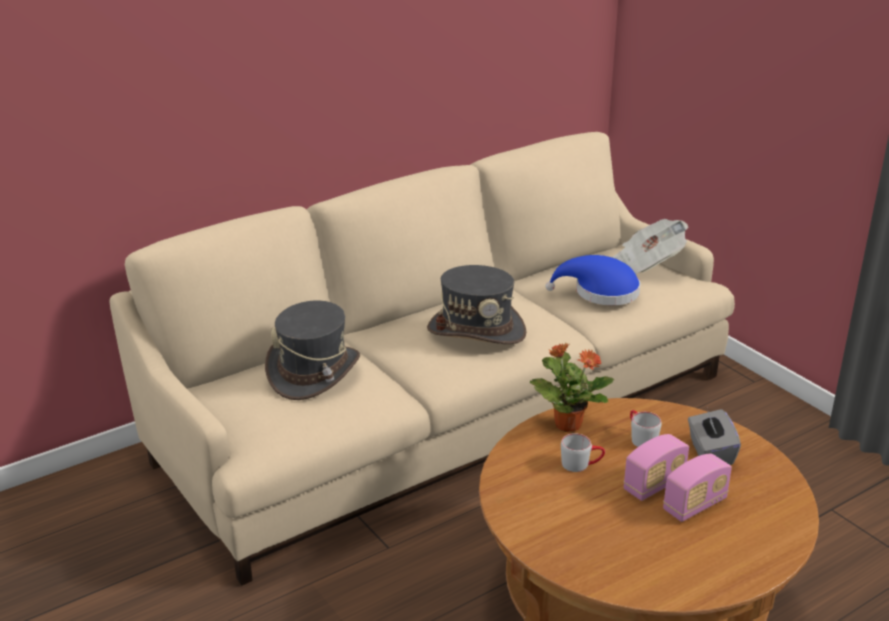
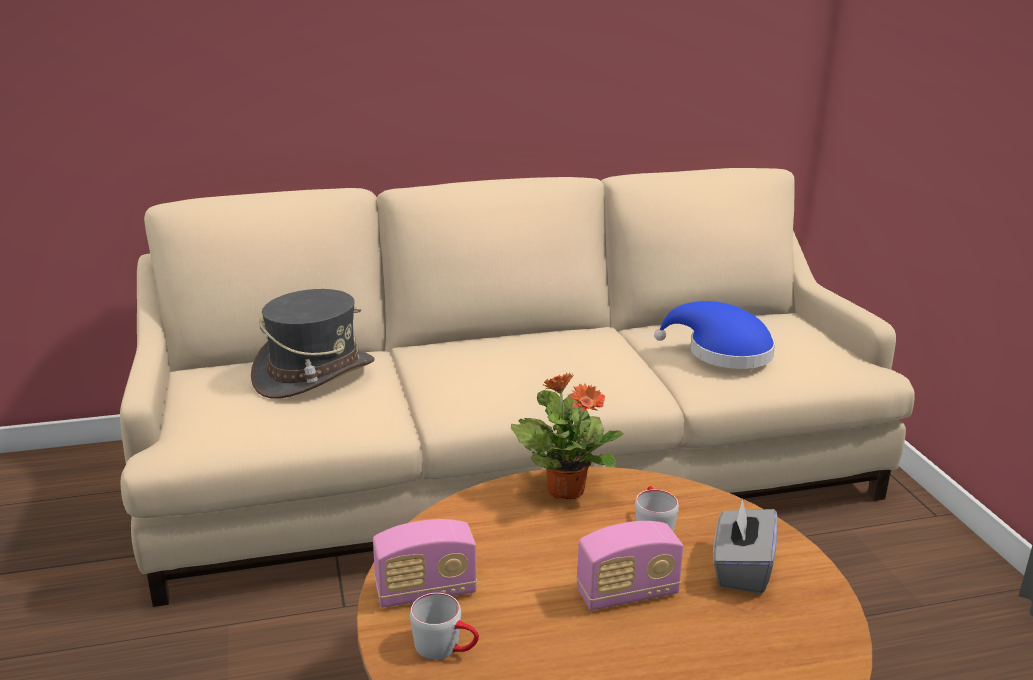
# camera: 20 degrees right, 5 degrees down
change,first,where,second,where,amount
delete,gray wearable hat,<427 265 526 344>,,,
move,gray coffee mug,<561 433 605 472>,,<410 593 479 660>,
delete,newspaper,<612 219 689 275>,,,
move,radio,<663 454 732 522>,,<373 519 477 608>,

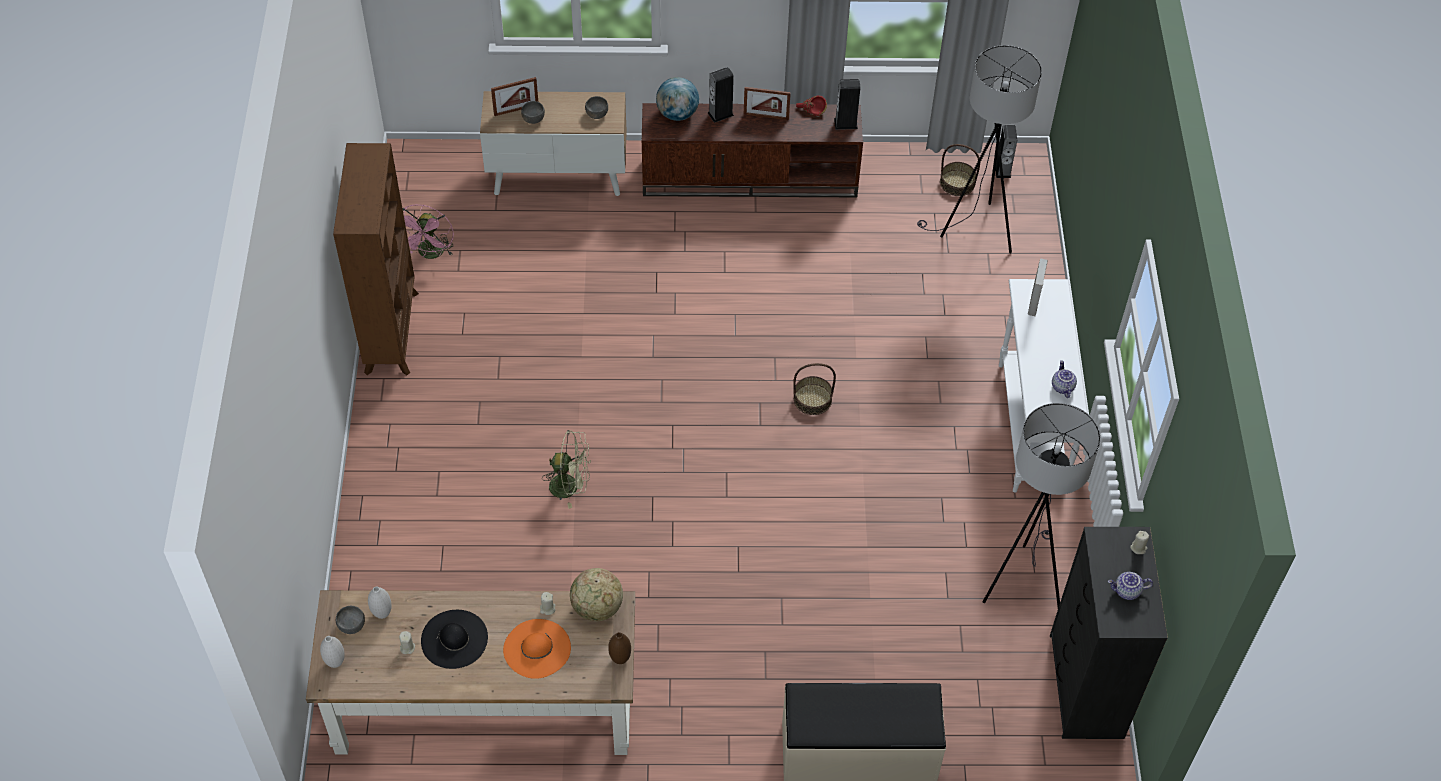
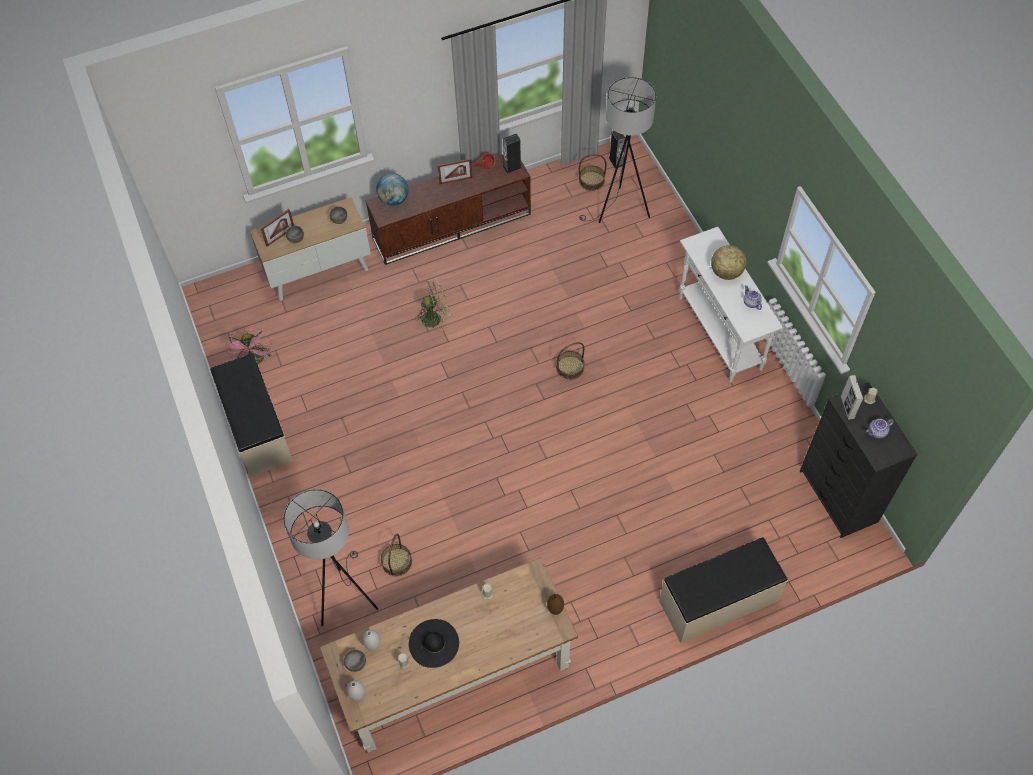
# camera: 20 degrees left, 5 degrees up
change,first,where,second,where,amount
replace,brown bookshelf,<333 143 419 375>,sand-coloured long seat,<210 353 293 477>,
delete,orange wearable hat,<503 619 571 679>,,,
move,greenish electric fan,<542 430 591 509>,,<416 278 450 331>,
move,world globe,<570 568 623 621>,,<711 245 746 280>,
delete,loudspeaker,<708 67 734 123>,,,
move,gray floor lamp,<983 403 1101 608>,,<283 489 378 626>,
move,standing frame,<1028 259 1048 316>,,<841 375 863 420>,
insert,,,household basket,<381 534 412 576>,

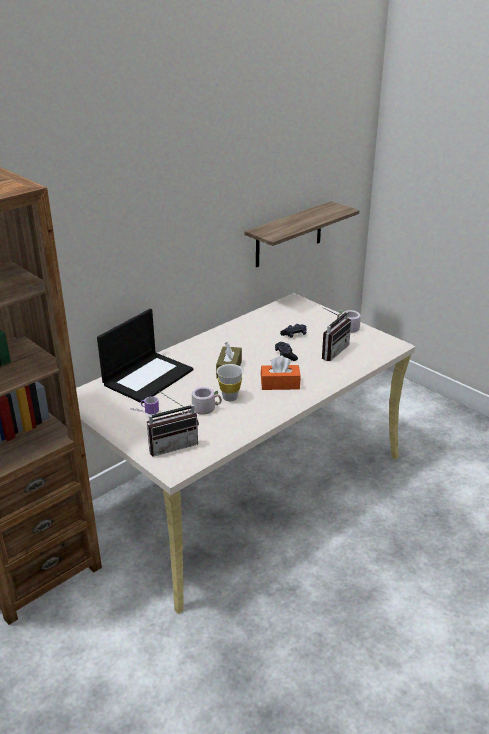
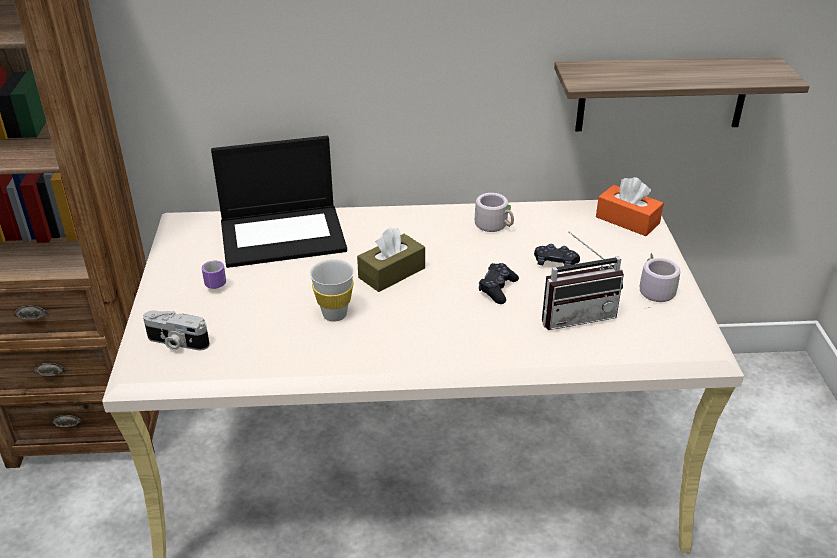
# camera: 40 degrees right, 5 degrees up
change,first,where,second,where,amount
replace,radio,<147 391 199 456>,still camera,<143 310 210 350>,
move,gray coffee mug,<191 387 222 415>,,<475 193 514 232>,
move,orange tissue box,<261 356 301 390>,,<596 177 664 236>,

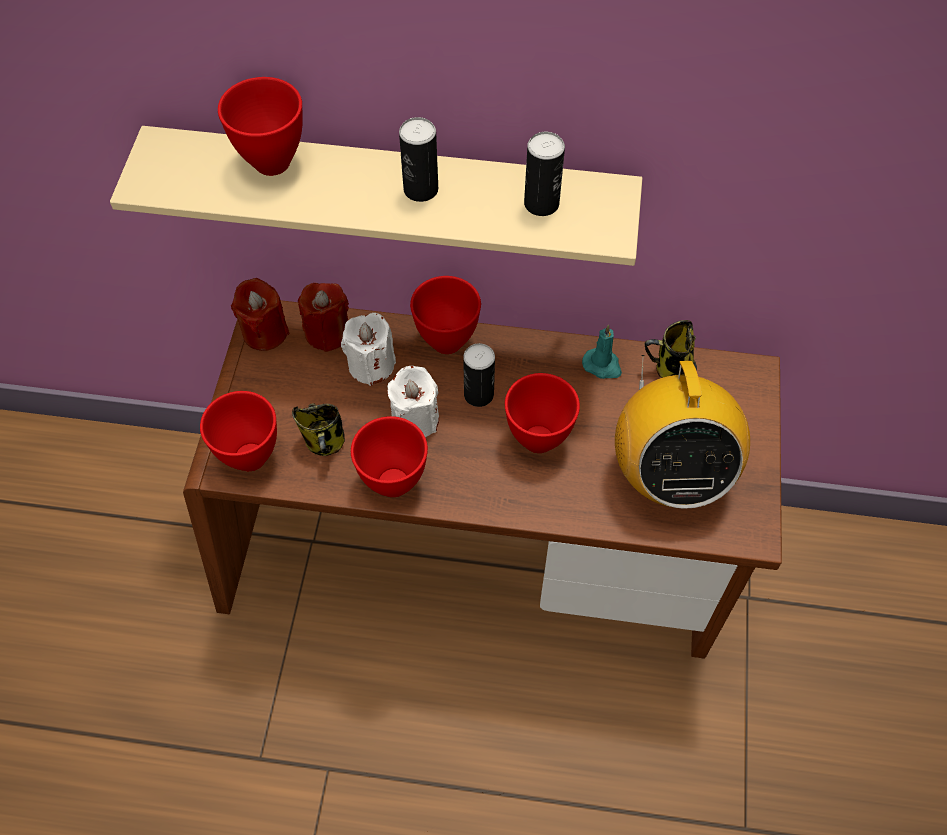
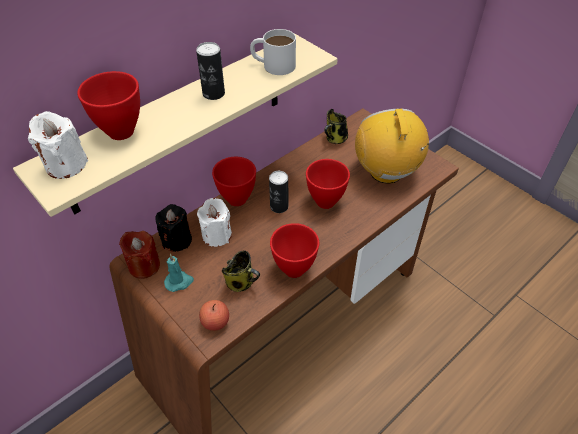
# camera: 50 degrees left, 10 degrees down
change,first,where,second,where,amount
replace,red-coloured deep dish,<200 391 277 471>,apple fruit,<199 300 229 331>,
recolor,red-coloured wax candle,<298 283 349 352>,black wax candle,<155 204 192 252>,
move,white wax candle,<387 366 439 437>,,<28 111 88 179>,
replace,sealed can,<524 132 565 216>,white coffee mug,<250 29 296 75>,
move,blue-green wax candle,<582 325 622 379>,,<164 254 194 292>,
rotate,radio,<615 355 750 509>,,<355 108 429 184>,135 degrees counterclockwise

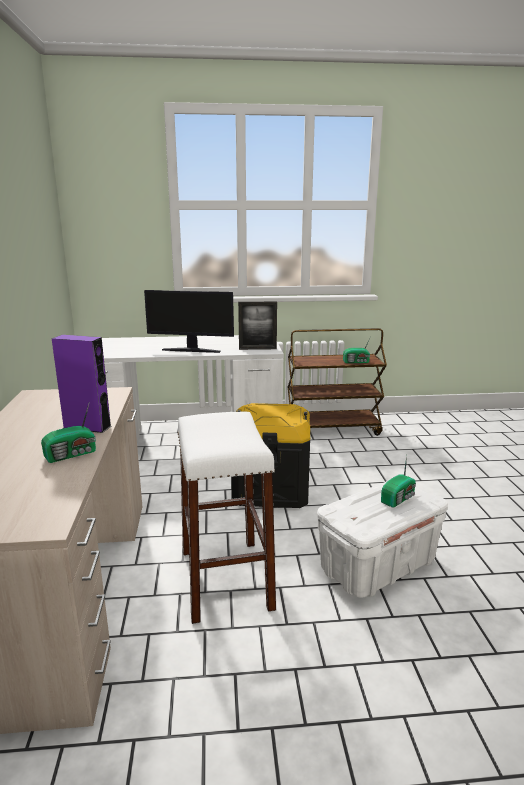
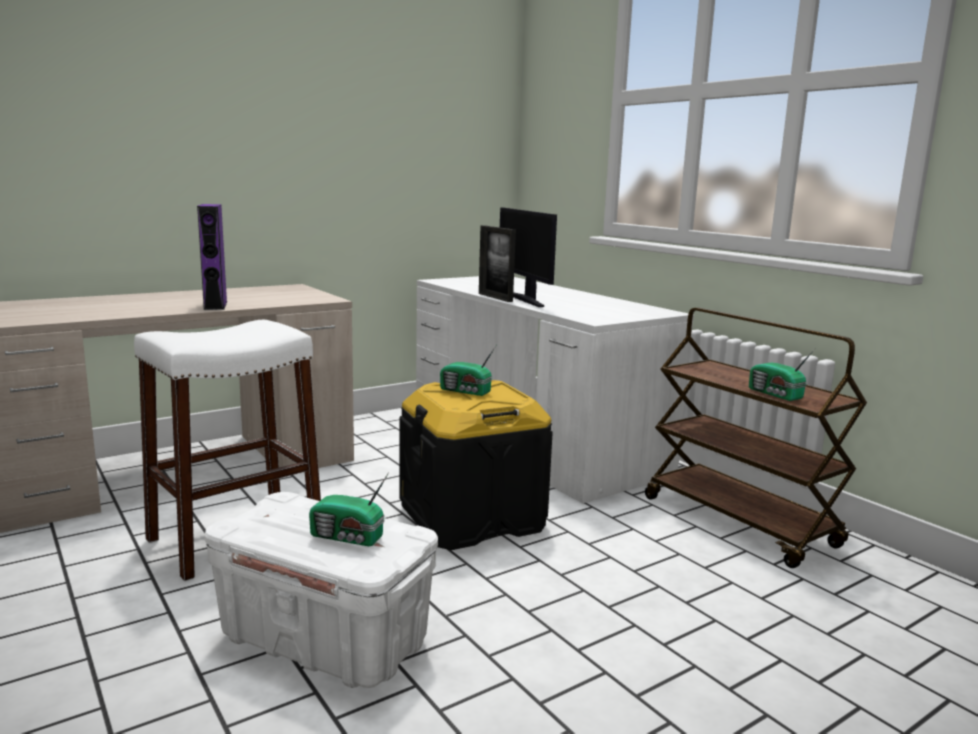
# camera: 60 degrees right, 5 degrees down
change,first,where,second,where,amount
move,radio,<41 402 96 463>,,<440 344 497 396>,
move,standing frame,<238 302 277 350>,,<479 225 516 302>,

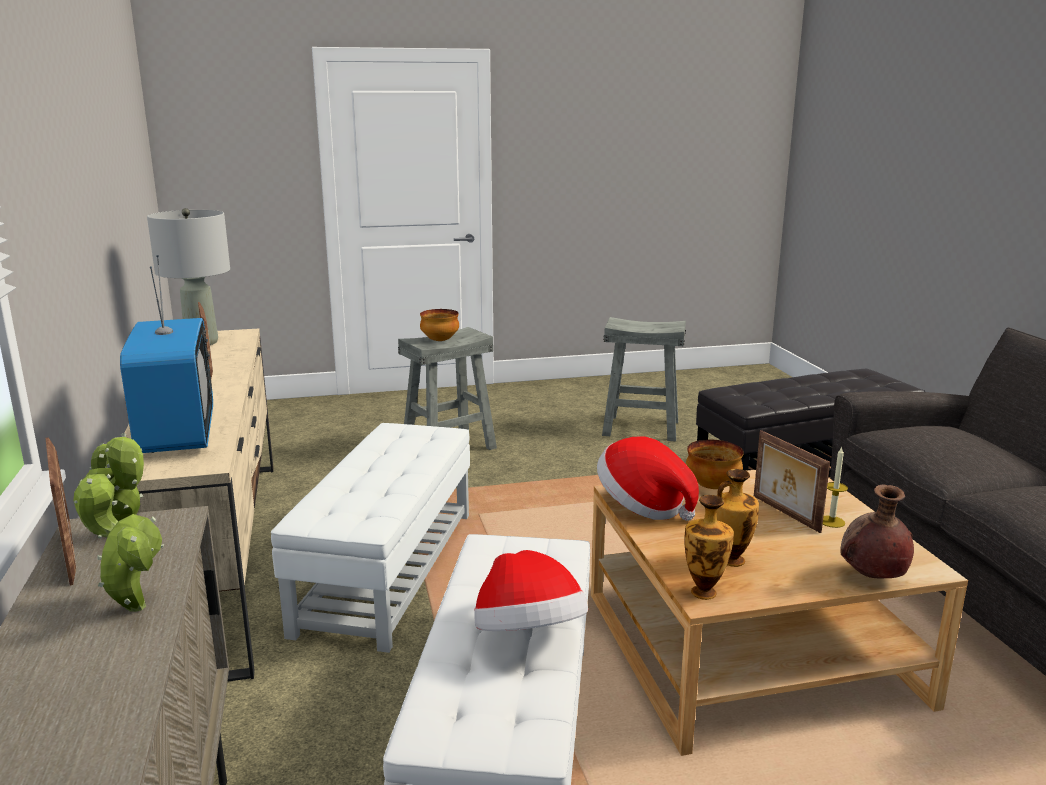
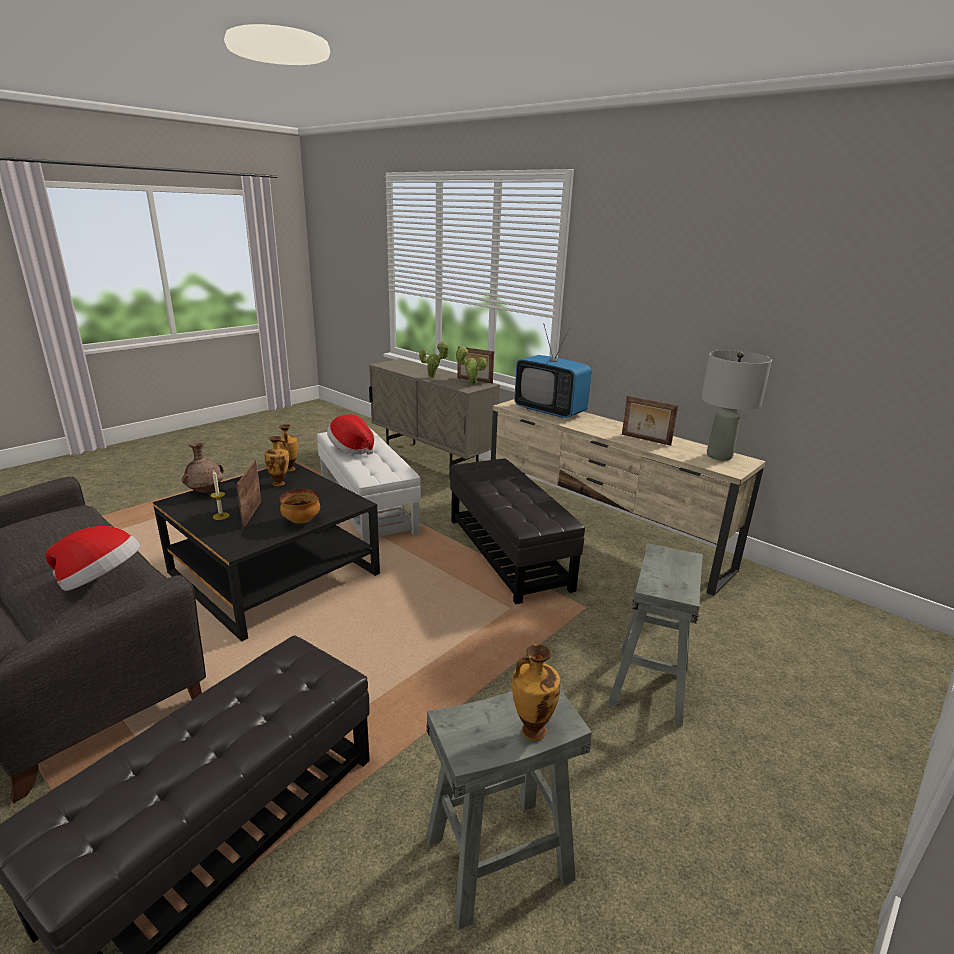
# camera: 145 degrees right, 5 degrees up
change,first,where,second,where,amount
recolor,white ottoman,<271 423 470 653>,black ottoman,<450 458 585 604>,
delete,deep dish,<420 309 459 341>,,,
recolor,sand-coloured lounge table,<591 470 968 756>,black lounge table,<153 463 380 642>,
move,wearable hat,<597 436 699 521>,,<45 526 140 591>,
rotate,standing frame,<754 430 830 533>,,<236 460 261 528>,120 degrees counterclockwise
insert,,,vase,<512 644 560 741>,

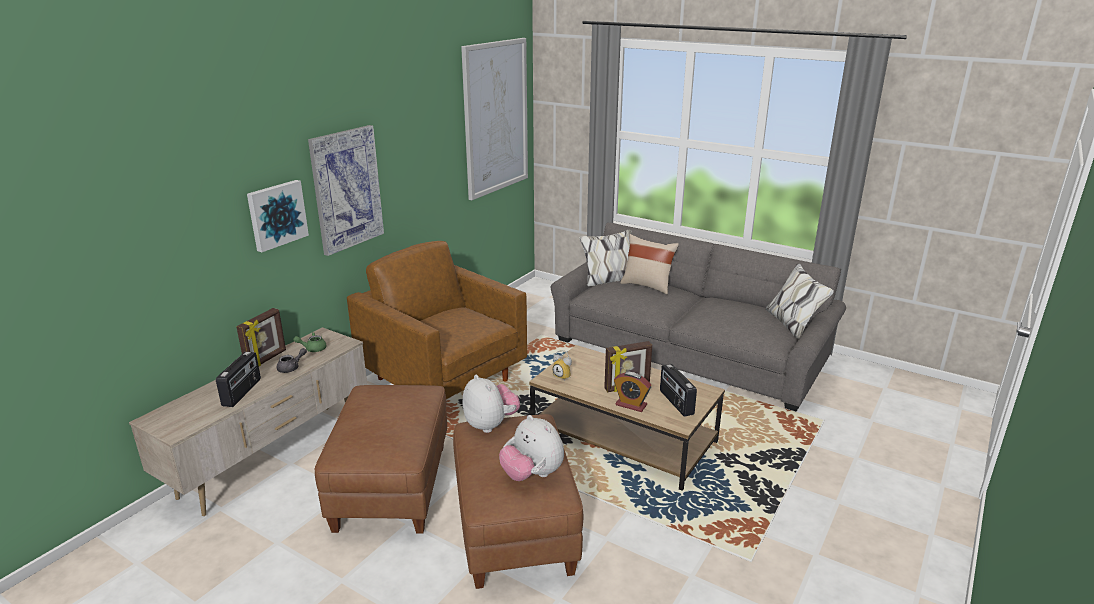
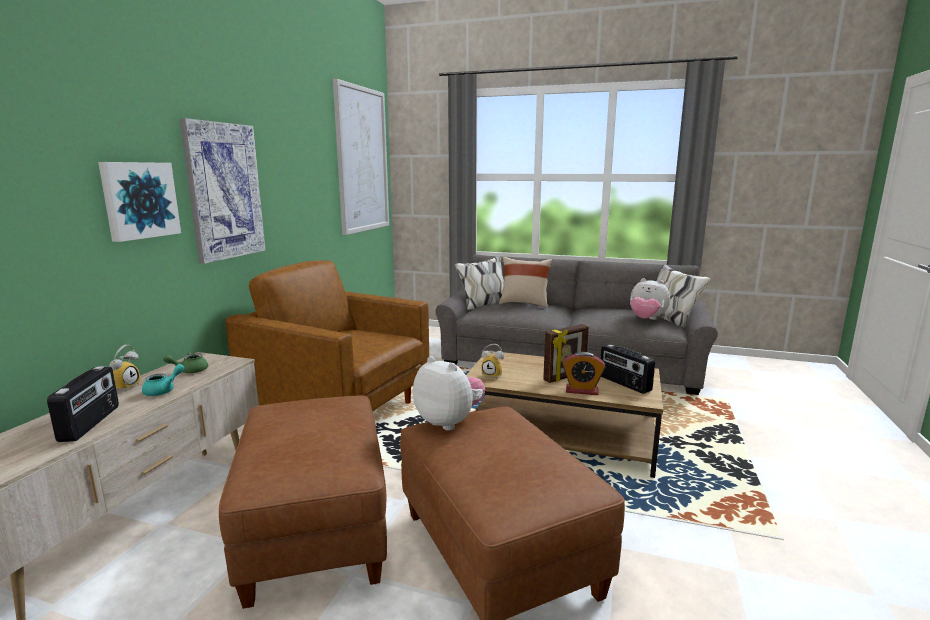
# camera: 15 degrees left, 10 degrees down
change,first,where,second,where,amount
replace,standing frame,<236 308 286 366>,bedside clock,<109 345 140 391>,
recolor,gray pot for tea,<277 348 307 373>,blue-green pot for tea,<142 364 184 396>,
move,soft toy,<499 415 564 481>,,<630 278 670 320>,

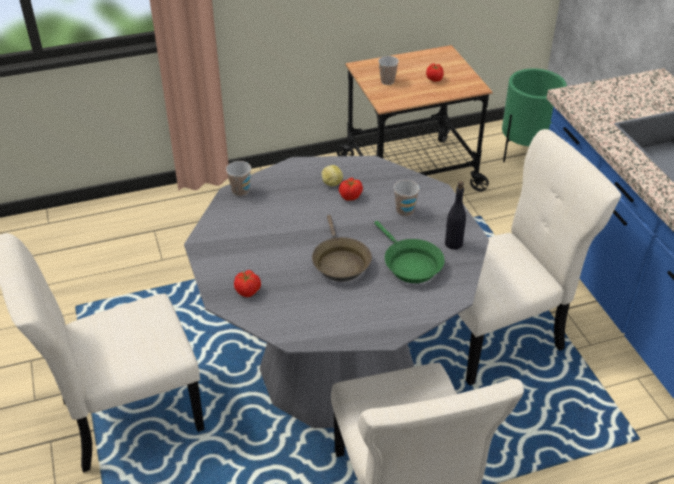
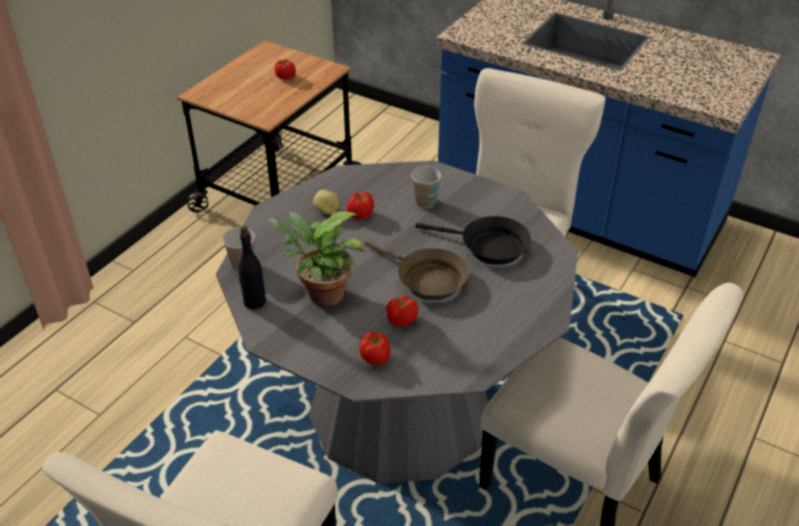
# camera: 40 degrees left, 0 degrees up
change,first,where,second,where,amount
recolor,greenish frying pan,<374 221 445 283>,black frying pan,<415 216 531 265>,
delete,drinking cup,<379 56 399 85>,,,
move,black bottle,<445 181 466 250>,,<238 225 266 309>,
delete,greenish plant pot,<502 68 567 162>,,,
insert,,,houseplant,<267 211 366 307>,
insert,,,whole tomato,<386 295 418 327>,

